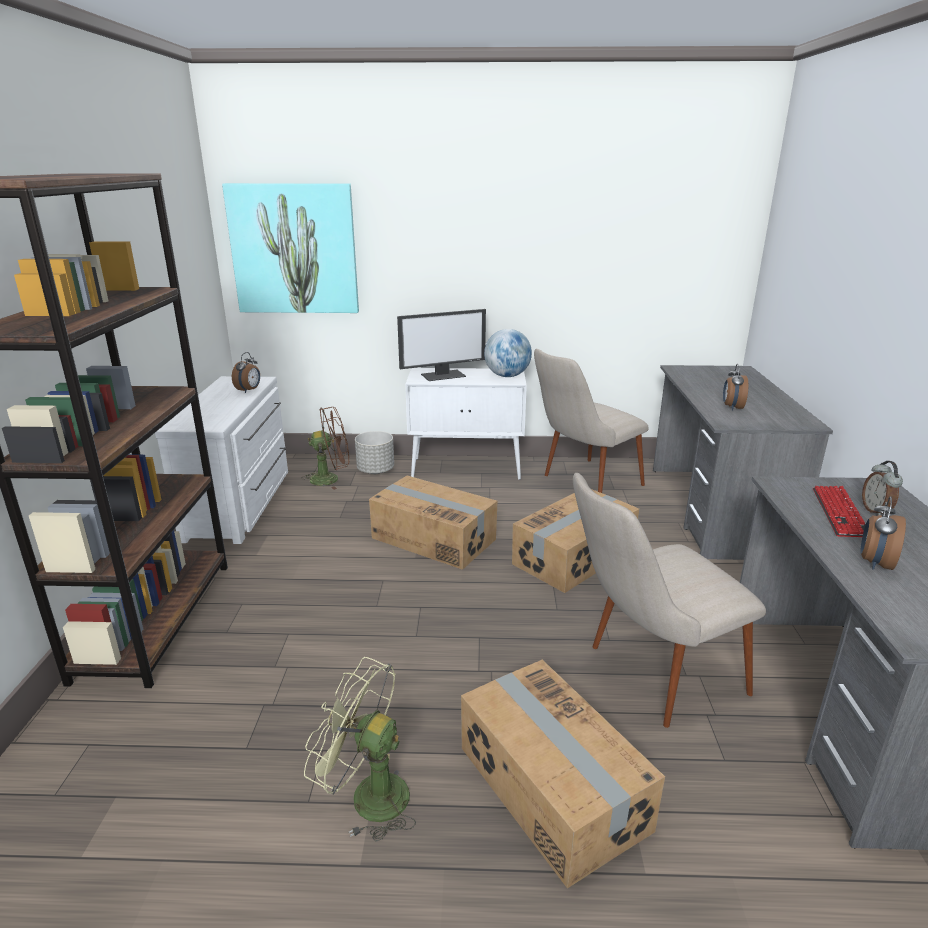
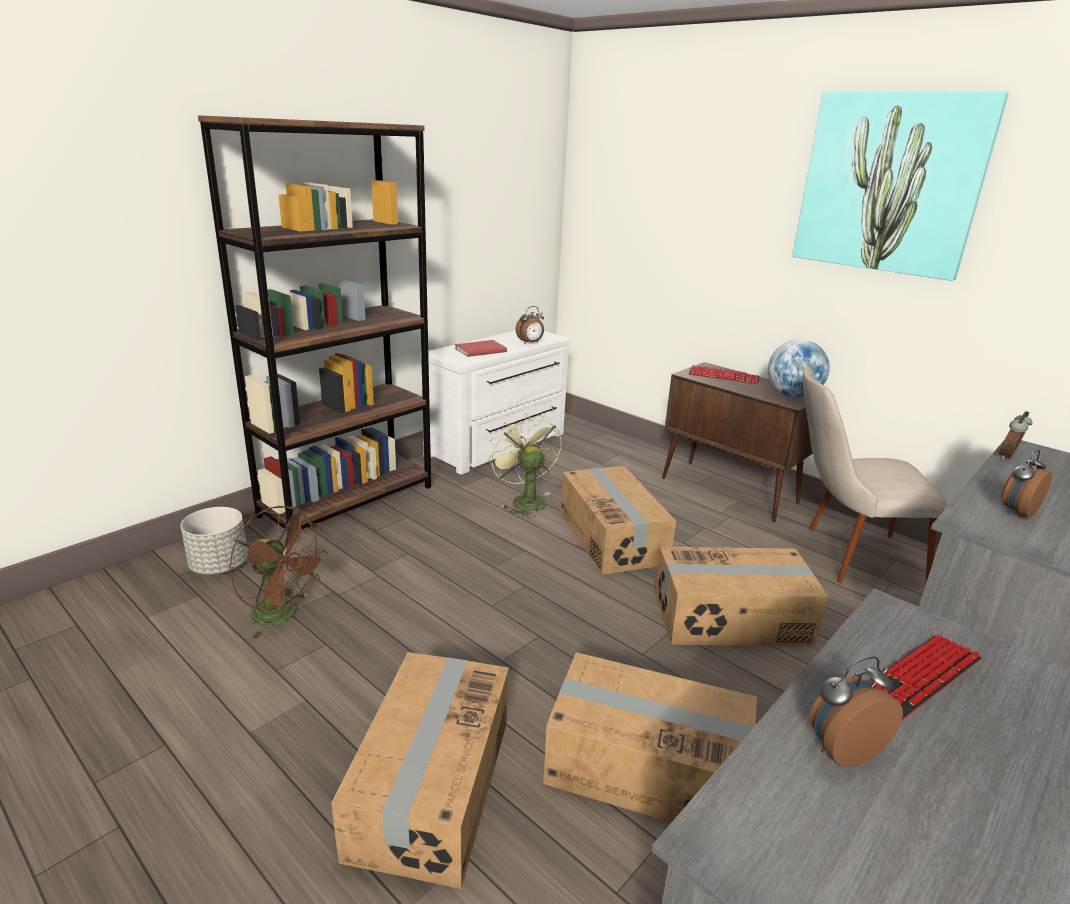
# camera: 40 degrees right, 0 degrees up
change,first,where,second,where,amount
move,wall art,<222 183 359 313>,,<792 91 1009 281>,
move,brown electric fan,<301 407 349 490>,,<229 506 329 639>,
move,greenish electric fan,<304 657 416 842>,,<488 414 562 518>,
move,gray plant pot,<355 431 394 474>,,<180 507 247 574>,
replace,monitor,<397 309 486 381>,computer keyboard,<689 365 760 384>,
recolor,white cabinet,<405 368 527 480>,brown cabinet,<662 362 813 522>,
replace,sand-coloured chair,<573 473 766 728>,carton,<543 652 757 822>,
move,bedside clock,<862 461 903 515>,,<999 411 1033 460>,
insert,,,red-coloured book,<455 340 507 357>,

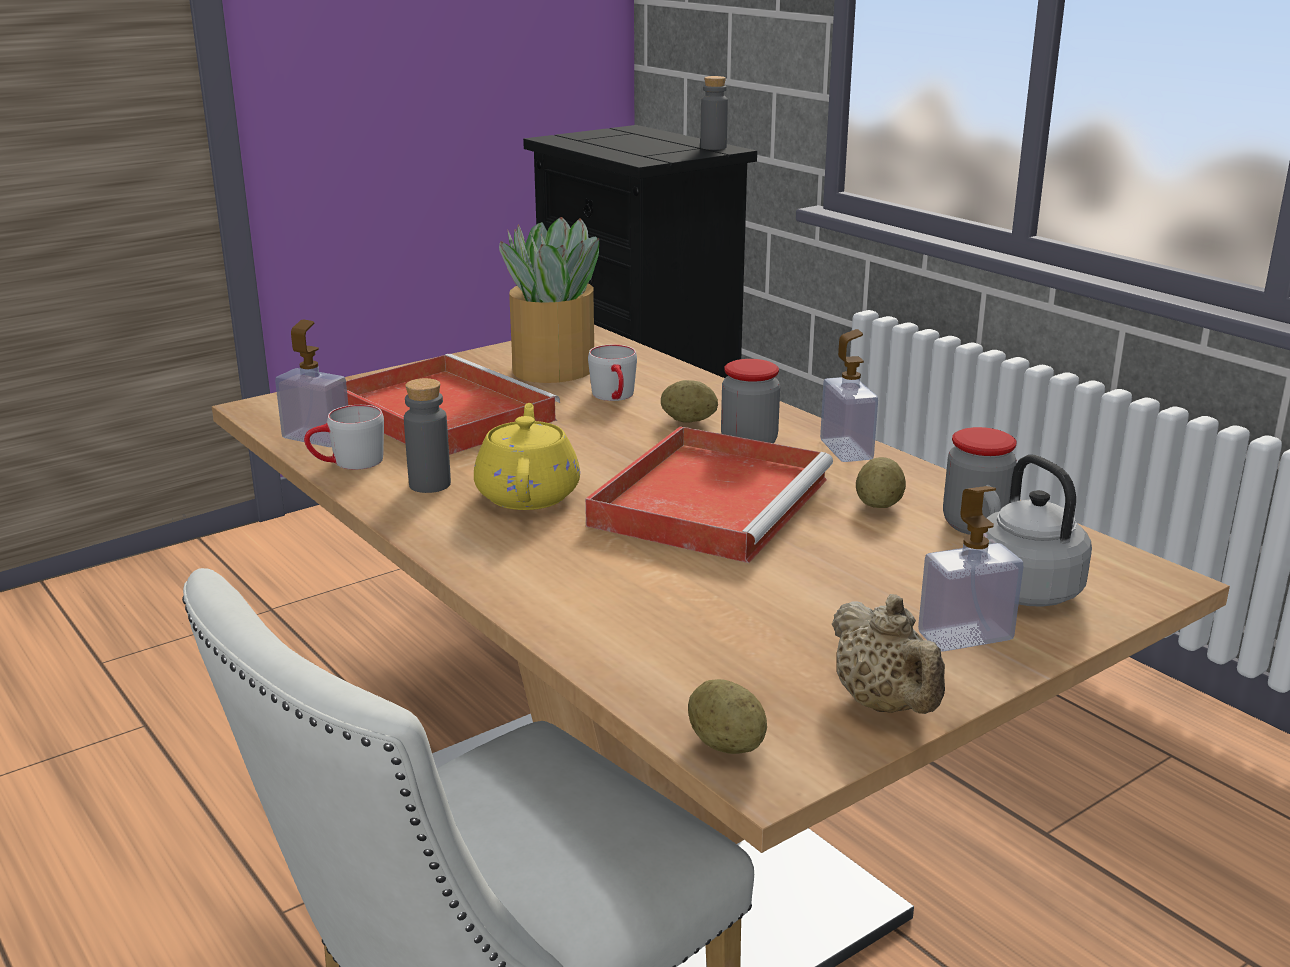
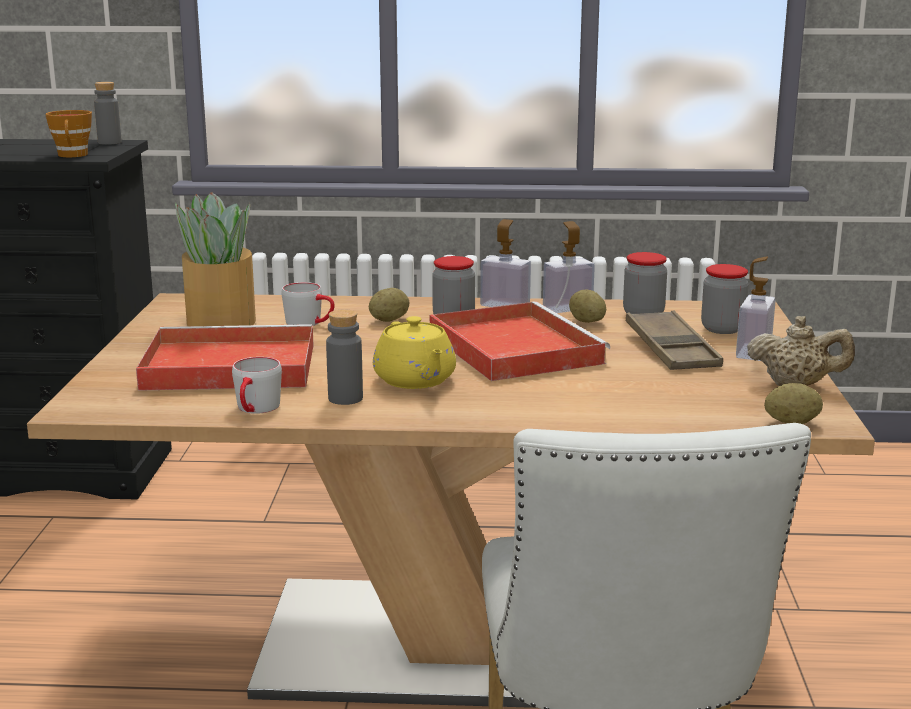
# camera: 50 degrees left, 5 degrees down
change,first,where,second,where,amount
move,soap bottle,<275 319 348 447>,,<543 221 595 313>,
rotate,yellow pot for tea,<474 403 580 510>,,<373 316 456 389>,150 degrees counterclockwise
replace,gray kettle,<983 455 1092 607>,storage jar,<701 264 748 334>,
insert,,,drinking cup,<45 110 92 157>,
insert,,,brown tray,<626 310 723 370>,

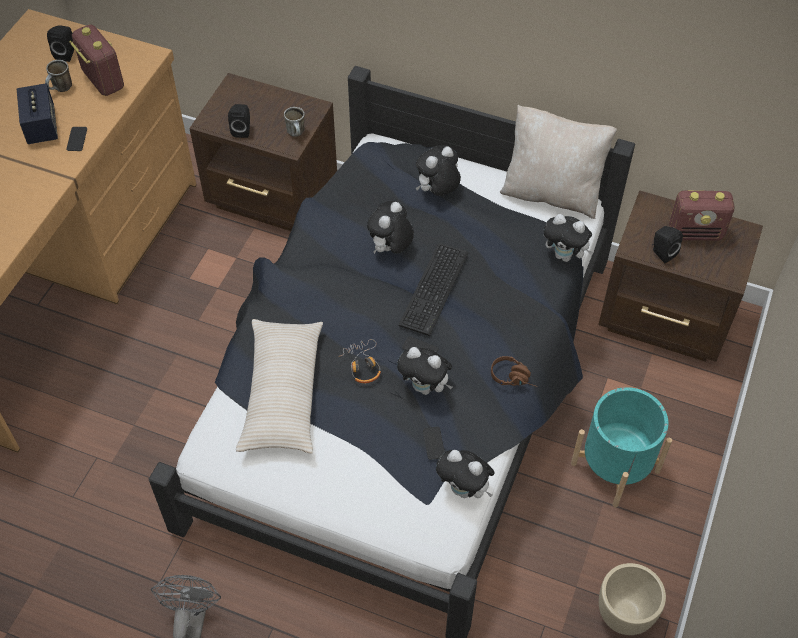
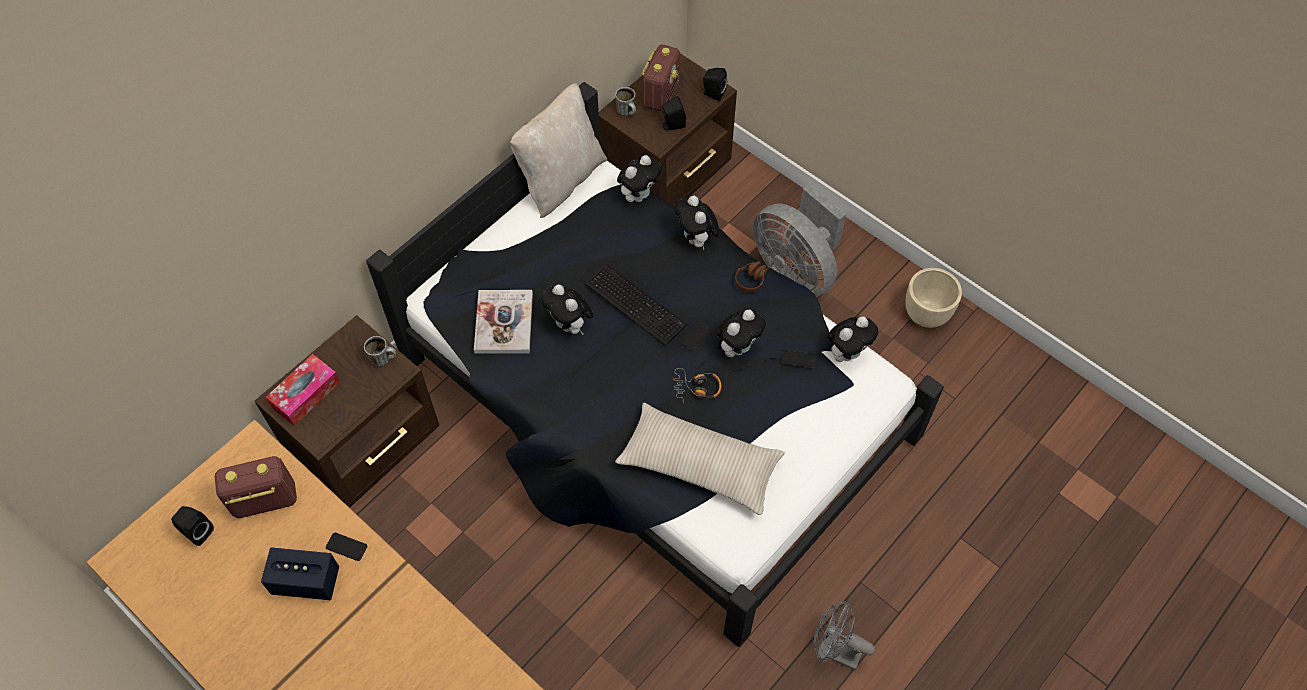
# camera: 70 degrees left, 5 degrees up
change,first,where,second,where,amount
move,coffee mug,<45 60 72 92>,,<615 87 636 116>,
move,black loudspeaker,<228 104 250 138>,,<702 68 727 101>,
move,soft toy,<416 145 461 196>,,<675 196 720 250>,
replace,blue-green plant pot,<571 387 672 508>,gray electric fan,<753 184 846 297>,
insert,,,tissue box,<266 354 340 426>,
insert,,,book,<474 290 533 354>,

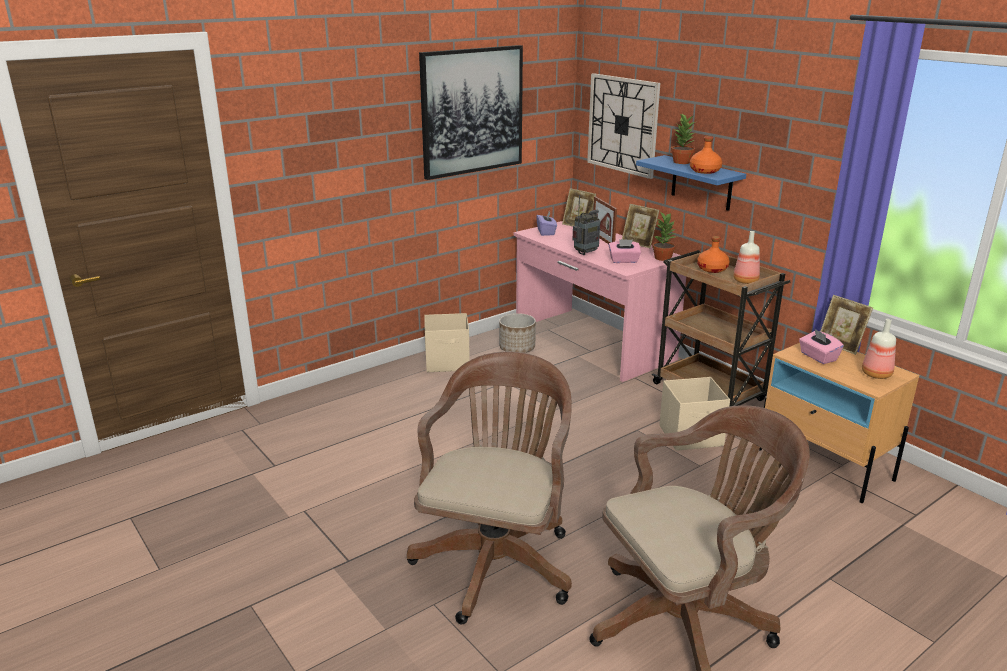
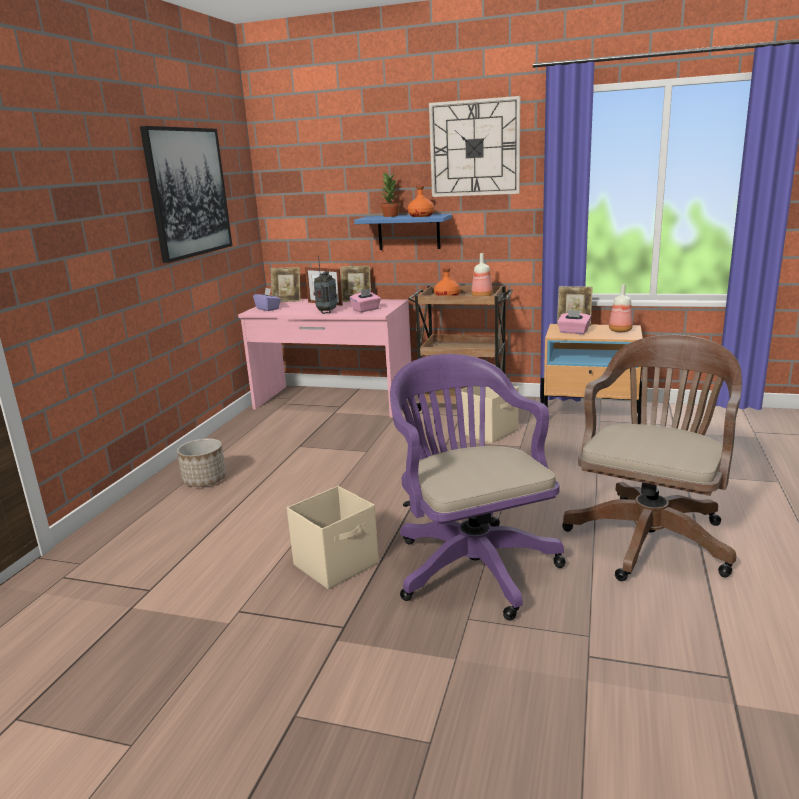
# camera: 35 degrees left, 5 degrees down
change,first,where,second,where,amount
recolor,brown office chair,<407 351 572 624>,purple-coloured office chair,<390 354 566 621>,
move,sand-coloured storage bin,<424 313 470 372>,,<287 486 379 590>,
move,plant pot,<499 313 536 353>,,<177 438 226 487>,
move,clock on the wall,<587 73 660 179>,,<429 96 520 197>,
delete,houseplant,<652 213 676 261>,,,

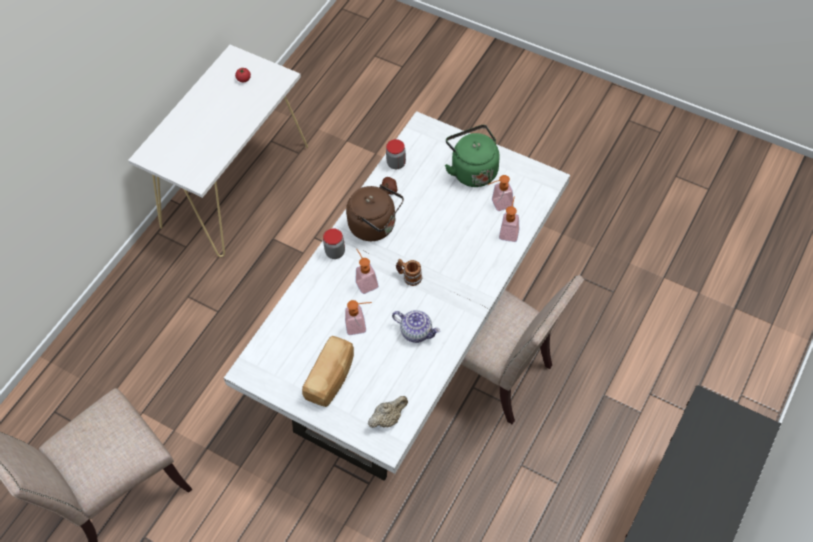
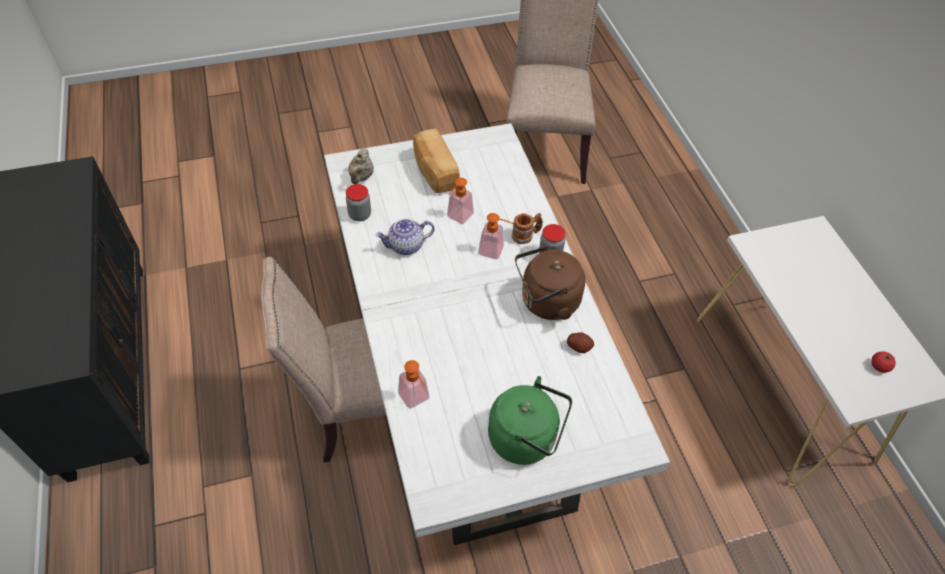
# camera: 130 degrees right, 5 degrees down
change,first,where,second,where,amount
move,storage jar,<386 139 406 169>,,<346 184 371 221>,
move,coffee mug,<396 259 422 286>,,<512 213 543 244>,
delete,soap bottle,<488 175 513 211>,,,

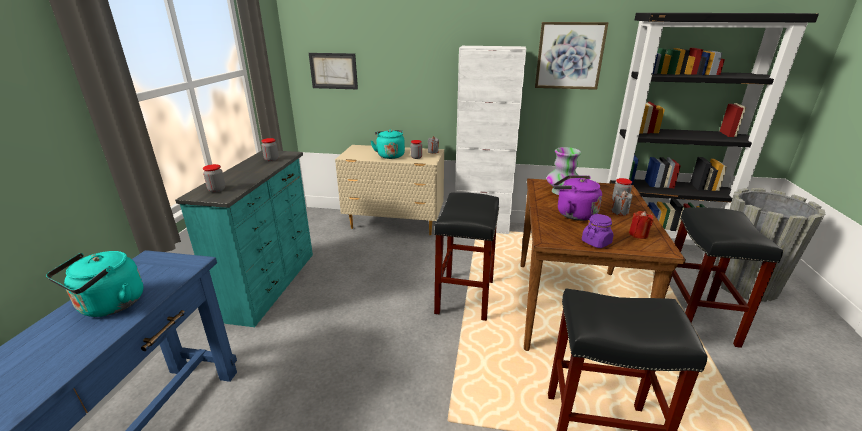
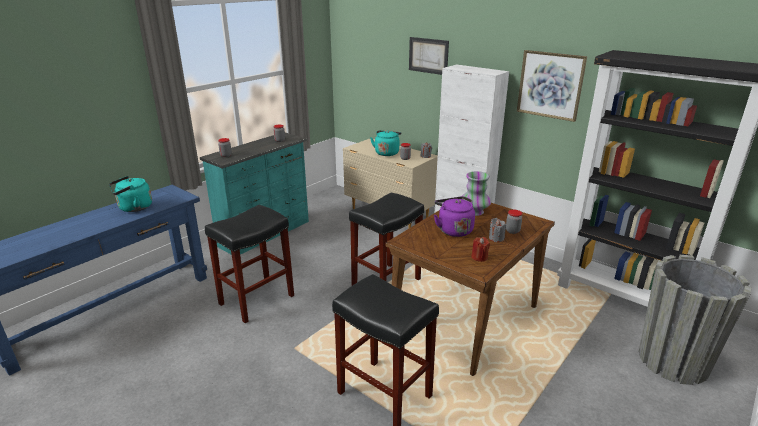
# camera: 30 degrees right, 0 degrees up
change,first,where,second,where,amount
move,wall art,<309 53 358 89>,,<409 37 449 75>,
delete,purple-coloured storage jar,<582 214 613 248>,,,
move,black sitting stool,<667 207 783 348>,,<205 205 294 323>,

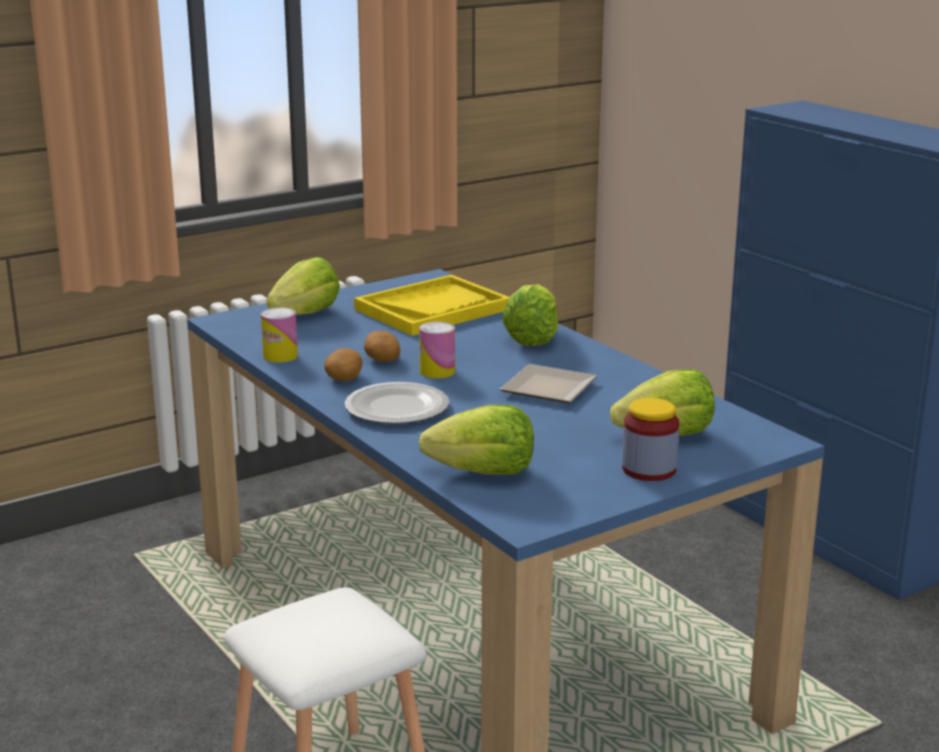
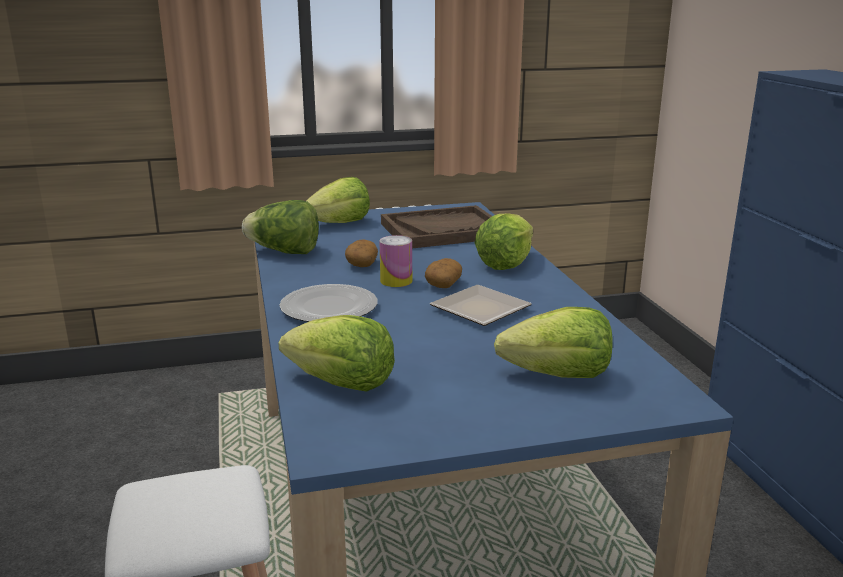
# camera: 20 degrees right, 0 degrees up
change,first,where,second,where,amount
replace,sealed can,<261 307 298 363>,head of lettuce,<242 200 319 254>,
move,potato,<324 348 363 381>,,<425 258 462 288>,
recolor,yellow tray,<354 275 510 336>,brown tray,<381 205 492 248>,
delete,storage jar,<622 398 679 481>,,,

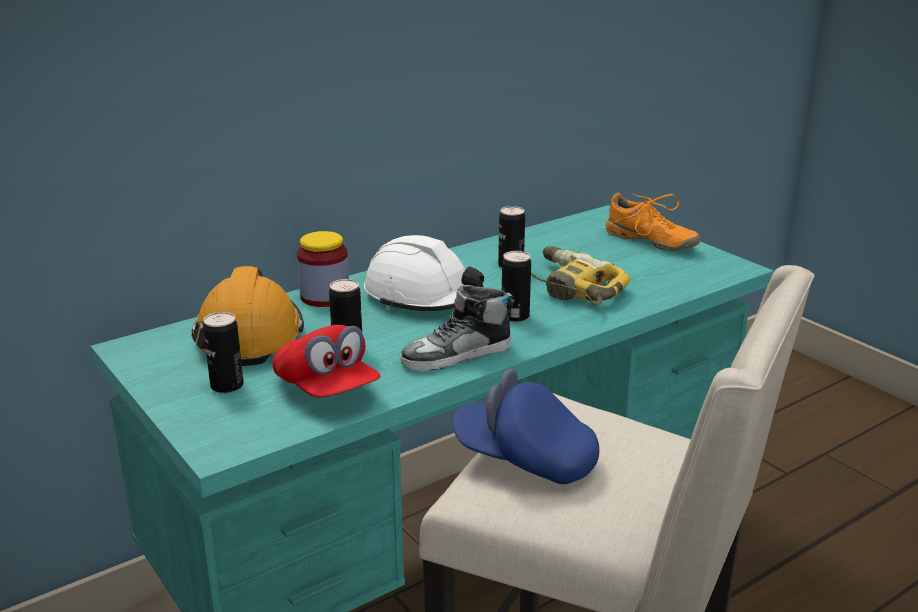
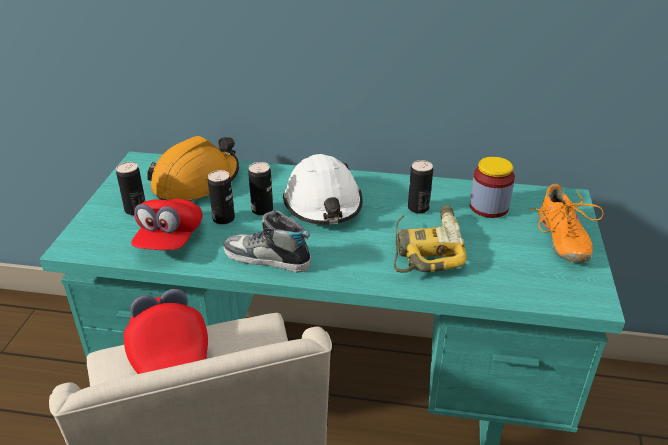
# camera: 45 degrees right, 10 degrees up
change,first,where,second,where,amount
move,storage jar,<297 231 349 307>,,<470 157 515 218>,
recolor,bluish peaked cap,<452 368 599 484>,red-coloured peaked cap,<123 289 208 374>,
move,sealed can,<502 251 531 322>,,<248 162 273 216>,

